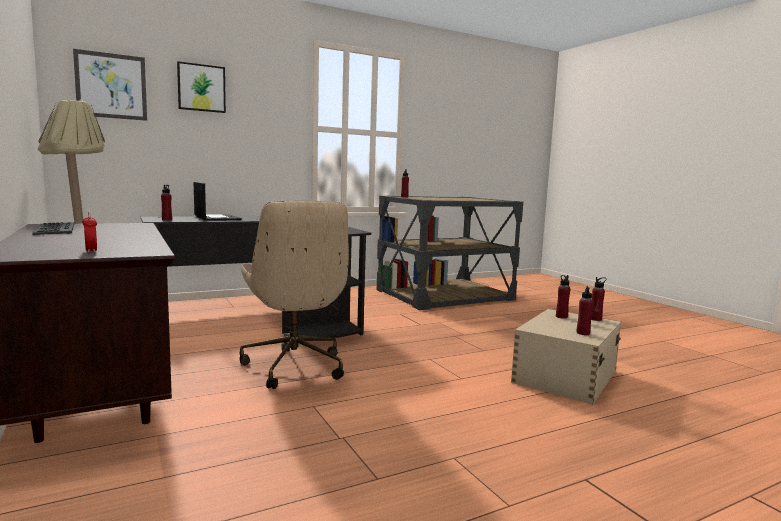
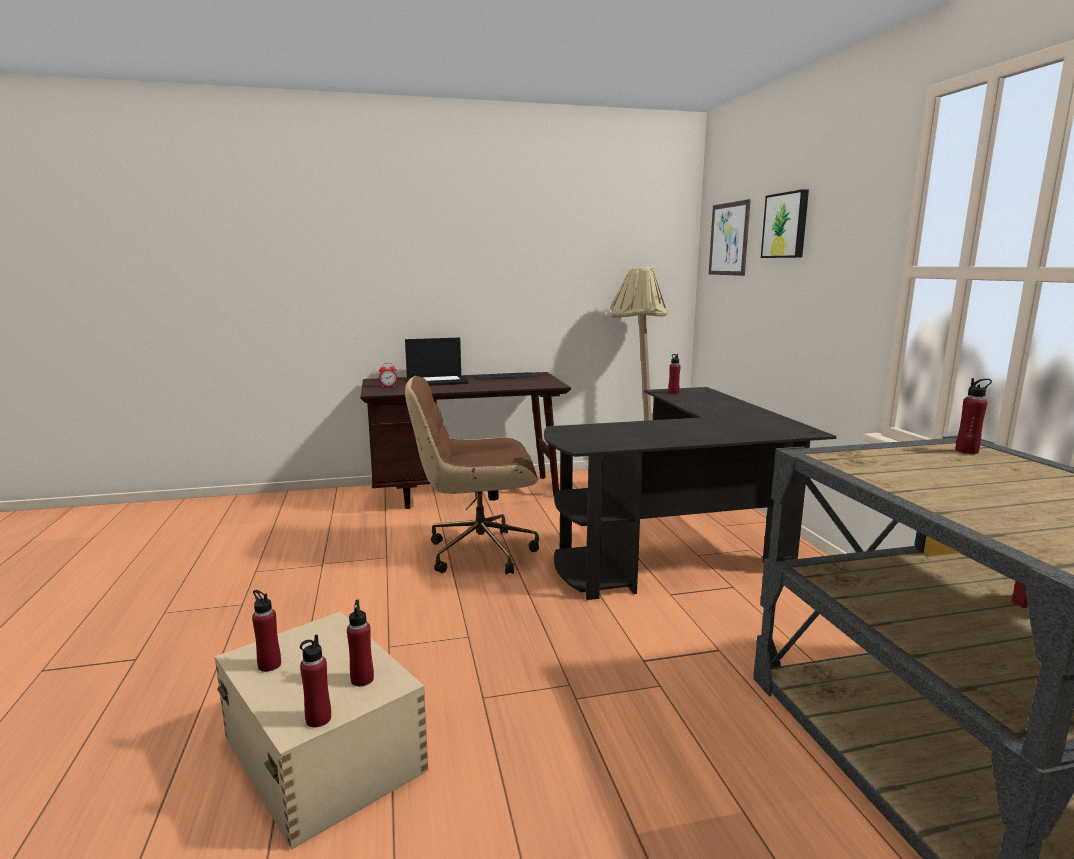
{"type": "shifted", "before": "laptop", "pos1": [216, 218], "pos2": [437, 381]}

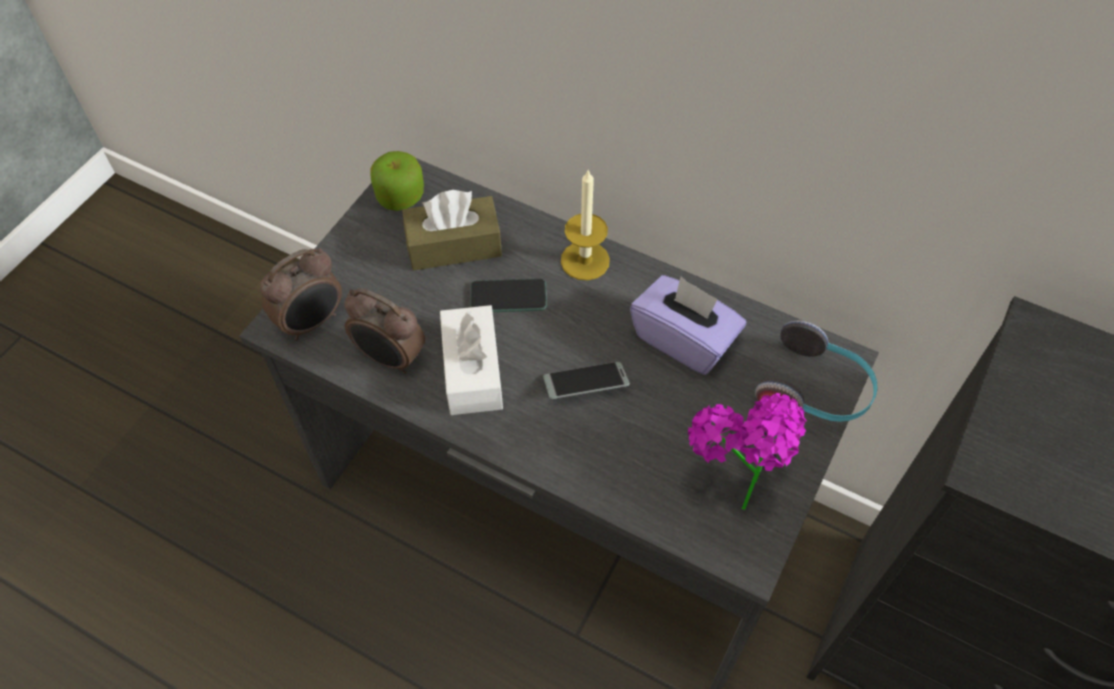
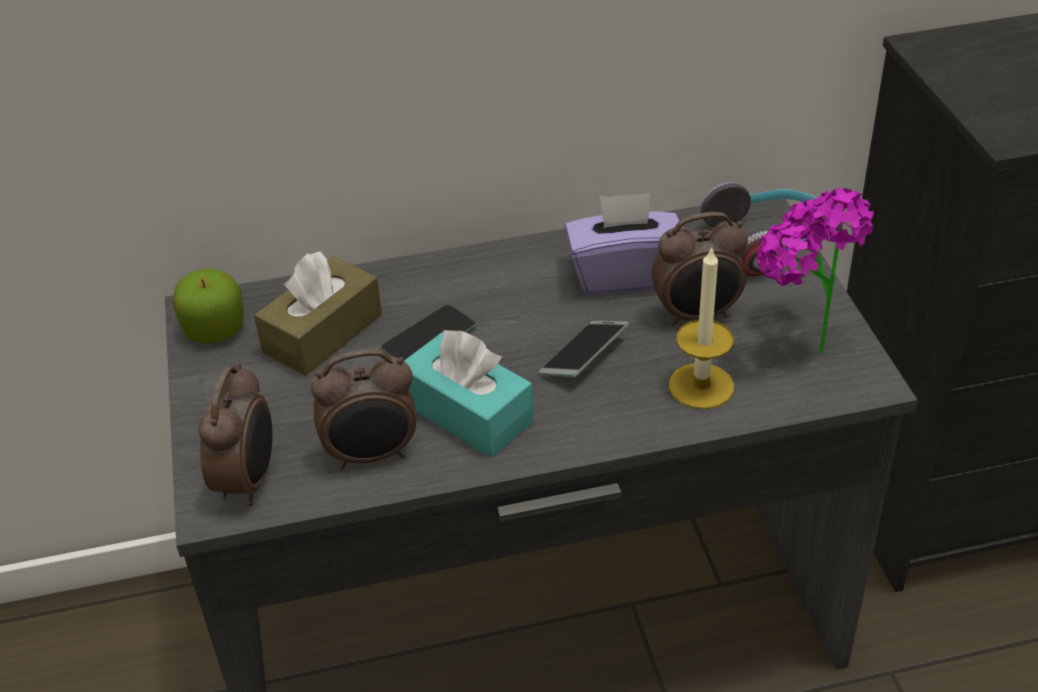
{"type": "repainted", "before": "pudełko chusteczek [biały]", "after": "pudełko chusteczek [turkusowy]", "pos1": [472, 371], "pos2": [467, 412]}
{"type": "shifted", "before": "świeca", "pos1": [585, 260], "pos2": [701, 386]}
{"type": "new", "after": "budzik", "pos2": [697, 316]}

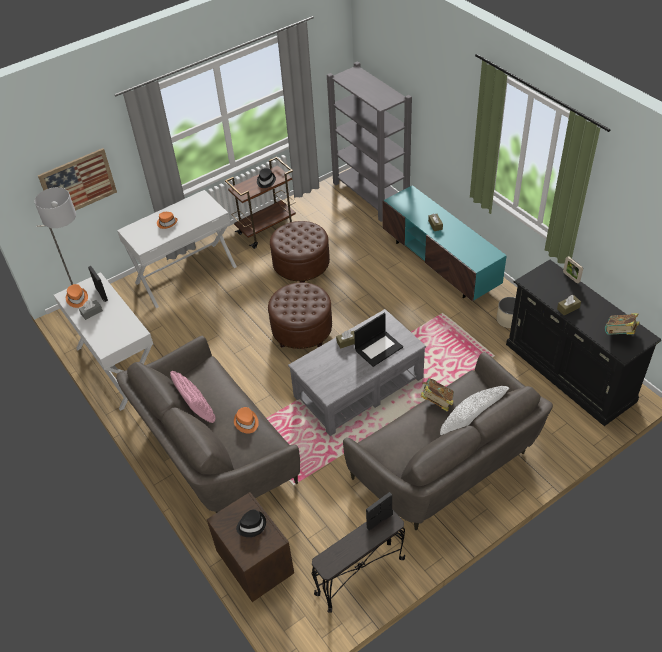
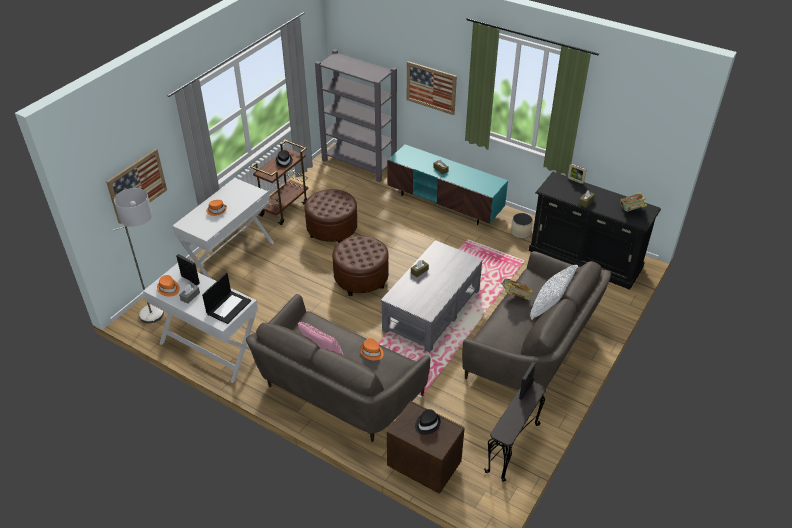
{"type": "shifted", "before": "laptop", "pos1": [379, 348], "pos2": [228, 307]}
{"type": "new", "after": "obraz", "pos2": [431, 87]}

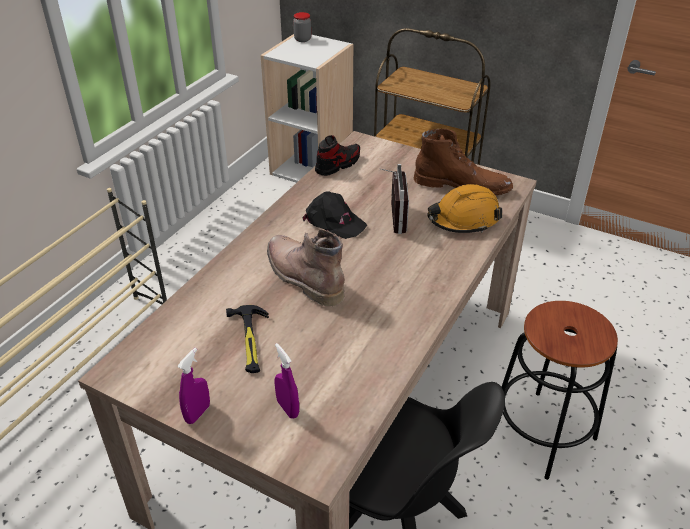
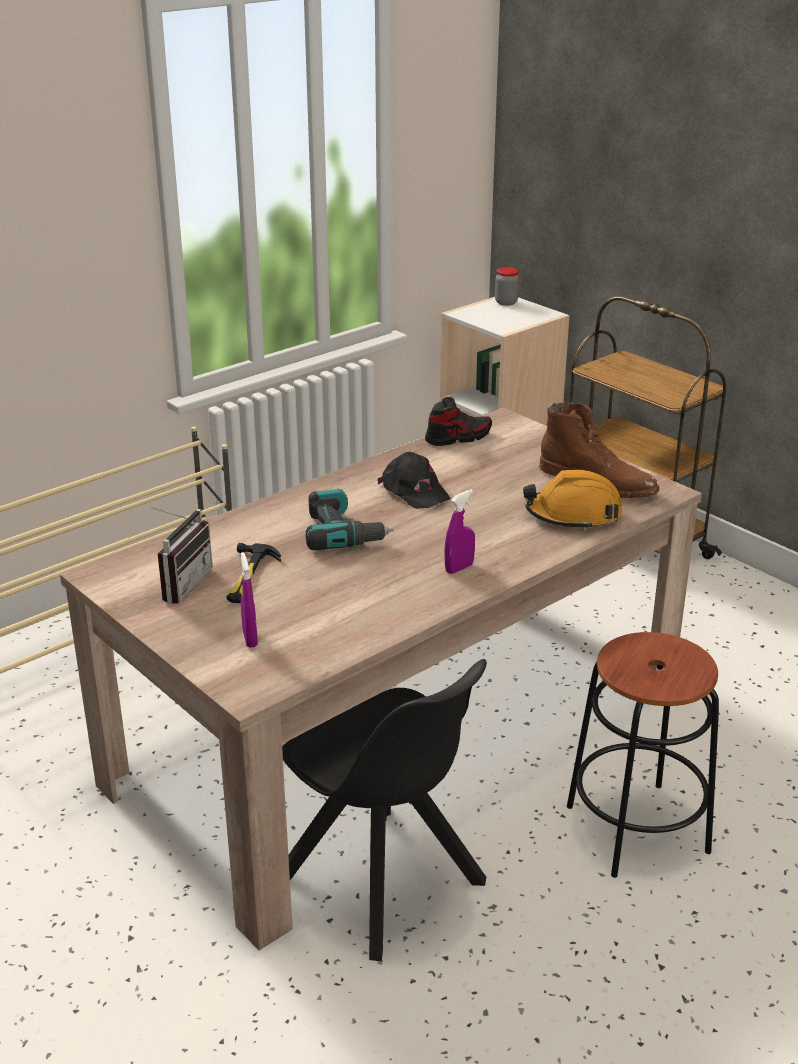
{"type": "shifted", "before": "spryskiwacz [fioletowy]", "pos1": [197, 413], "pos2": [459, 568]}
{"type": "swapped", "before": "but z cholewką [brązowy]", "after": "wiertarka", "pos1": [302, 276], "pos2": [342, 533]}
{"type": "shifted", "before": "radio", "pos1": [391, 218], "pos2": [180, 583]}

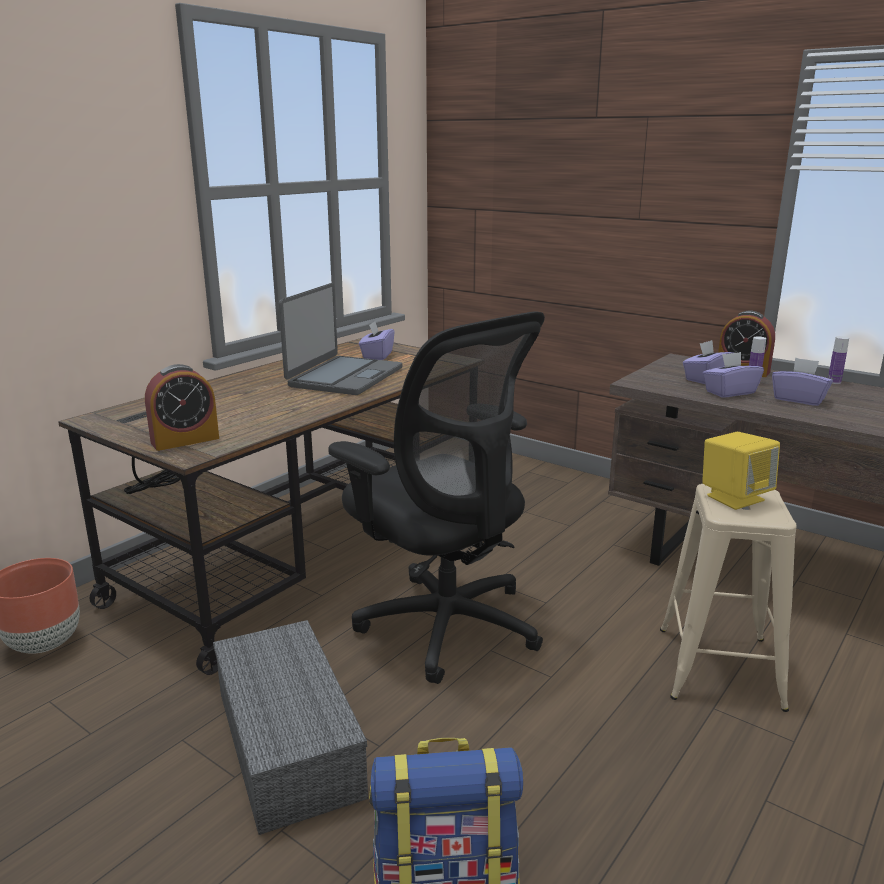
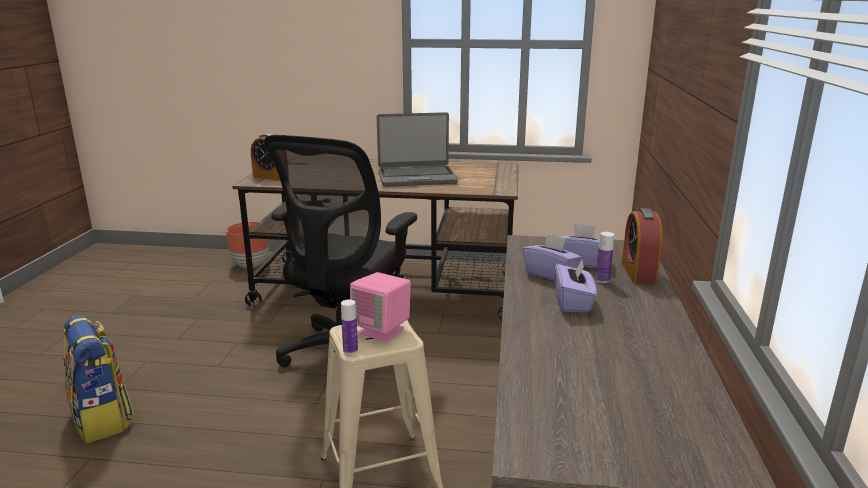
{"type": "gone", "before": "pojemnik do przechowywania [szary]", "pos1": [291, 744]}
{"type": "gone", "before": "pudełko chusteczek [fioletowy]", "pos1": [377, 355]}
{"type": "repainted", "before": "głośnik [żółty]", "after": "głośnik [różowy]", "pos1": [735, 498], "pos2": [382, 330]}
{"type": "shifted", "before": "butelka", "pos1": [834, 382], "pos2": [350, 350]}

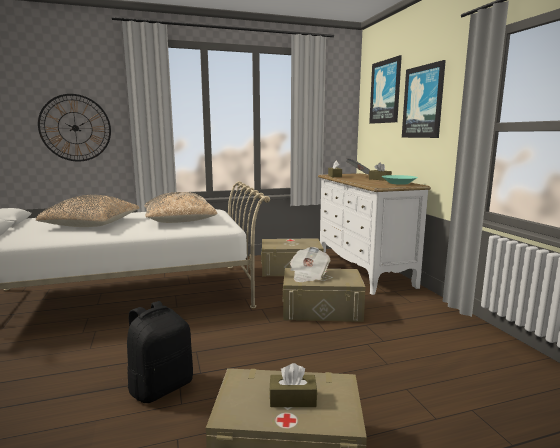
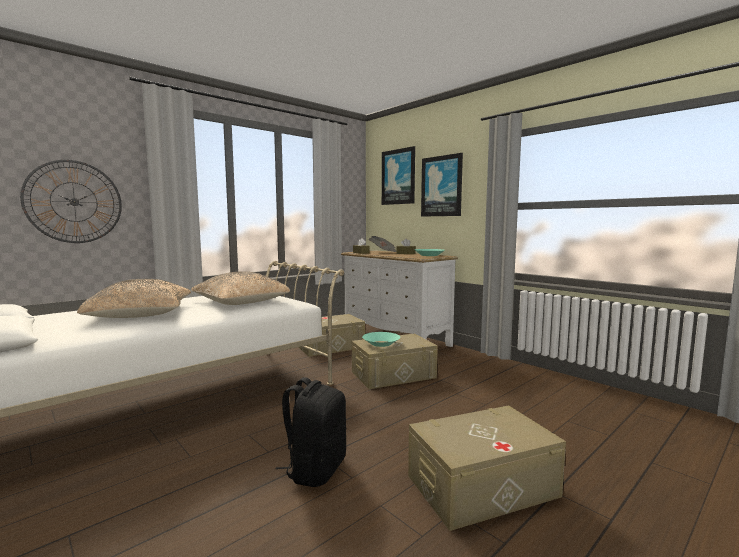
{"type": "gone", "before": "pudełko chusteczek [brązowy]", "pos1": [292, 399]}
{"type": "swapped", "before": "gazeta", "after": "miska [turkusowy]", "pos1": [308, 275], "pos2": [381, 343]}

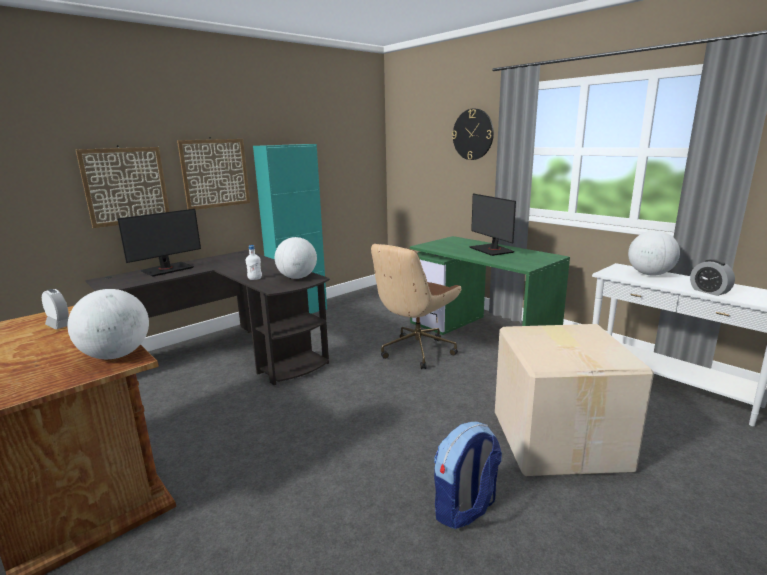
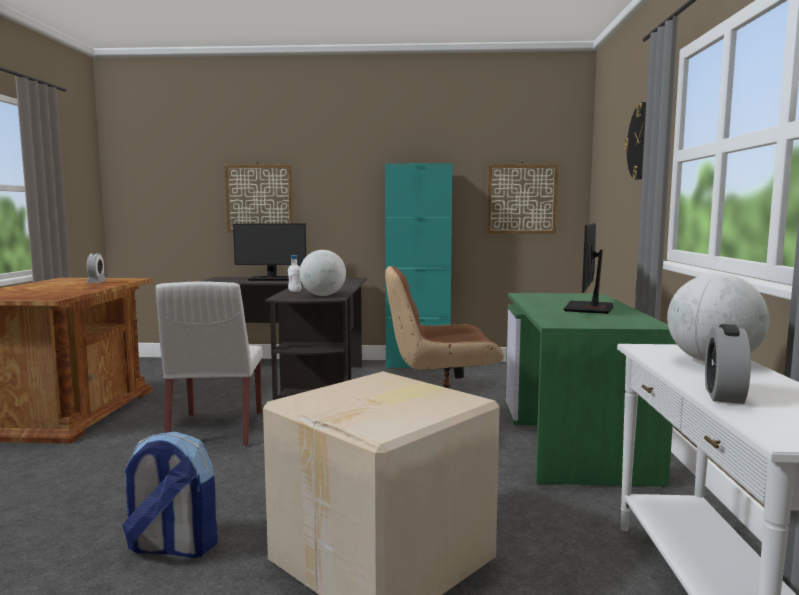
{"type": "gone", "before": "globus", "pos1": [116, 355]}
{"type": "shifted", "before": "obraz", "pos1": [215, 172], "pos2": [522, 198]}
{"type": "new", "after": "krzesło [biały]", "pos2": [216, 430]}

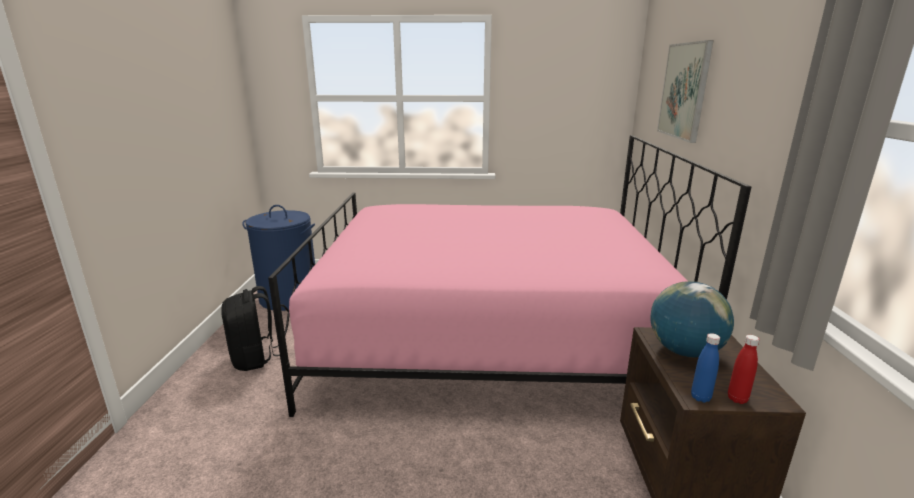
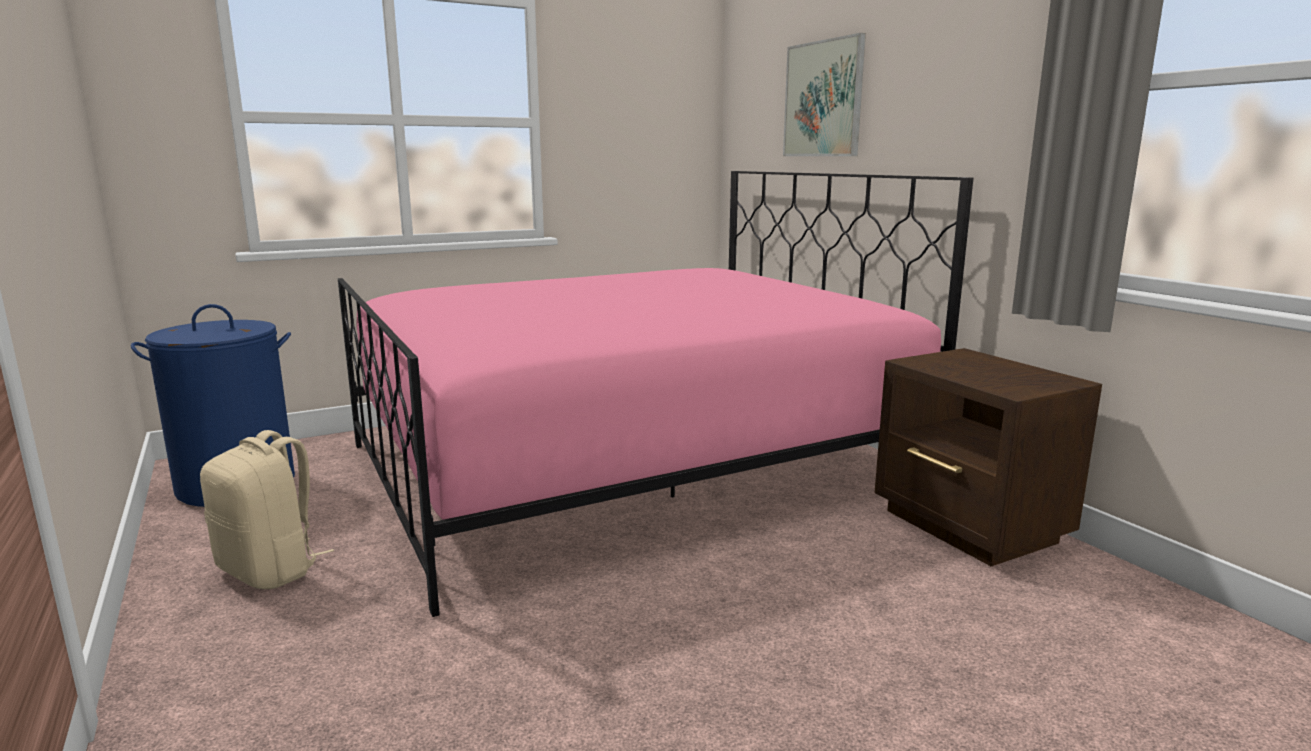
{"type": "repainted", "before": "plecak [czarny]", "after": "plecak [beżowy]", "pos1": [255, 358], "pos2": [271, 570]}
{"type": "gone", "before": "globus", "pos1": [684, 351]}
{"type": "gone", "before": "butelka [niebieski]", "pos1": [700, 397]}
{"type": "gone", "before": "butelka [czerwony]", "pos1": [737, 399]}

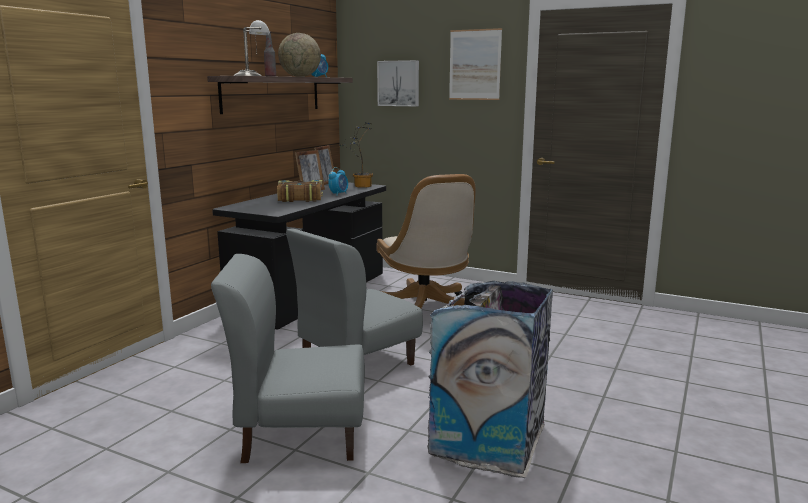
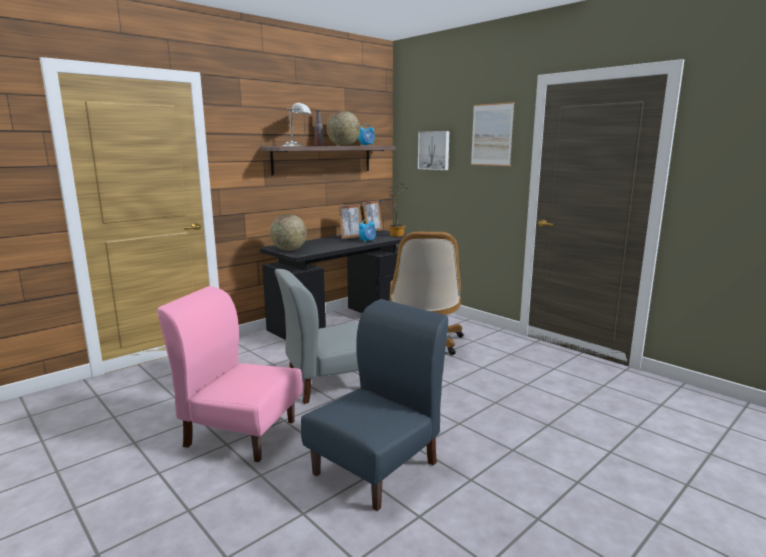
{"type": "repainted", "before": "krzesło [szary]", "after": "krzesło [różowy]", "pos1": [300, 434], "pos2": [240, 432]}
{"type": "gone", "before": "książka", "pos1": [299, 198]}
{"type": "swapped", "before": "kosz na śmieci", "after": "krzesło [niebieski]", "pos1": [489, 439], "pos2": [377, 468]}
{"type": "new", "after": "globus", "pos2": [289, 250]}

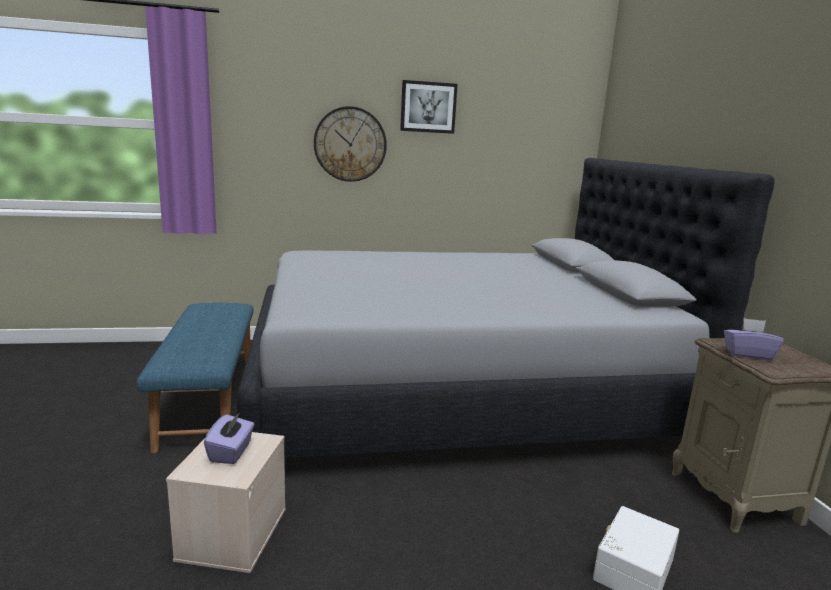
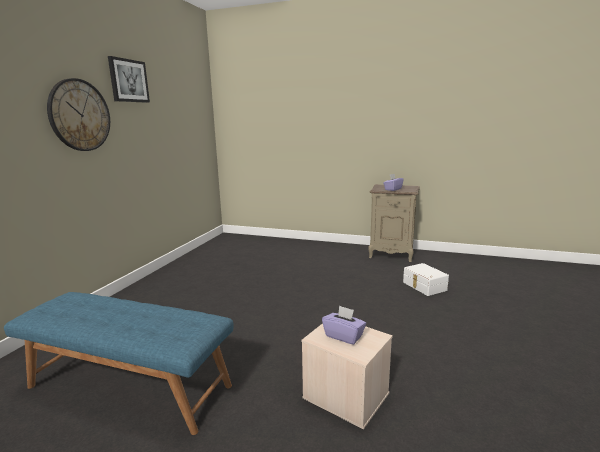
{"type": "gone", "before": "łóżko [szary]", "pos1": [457, 391]}

